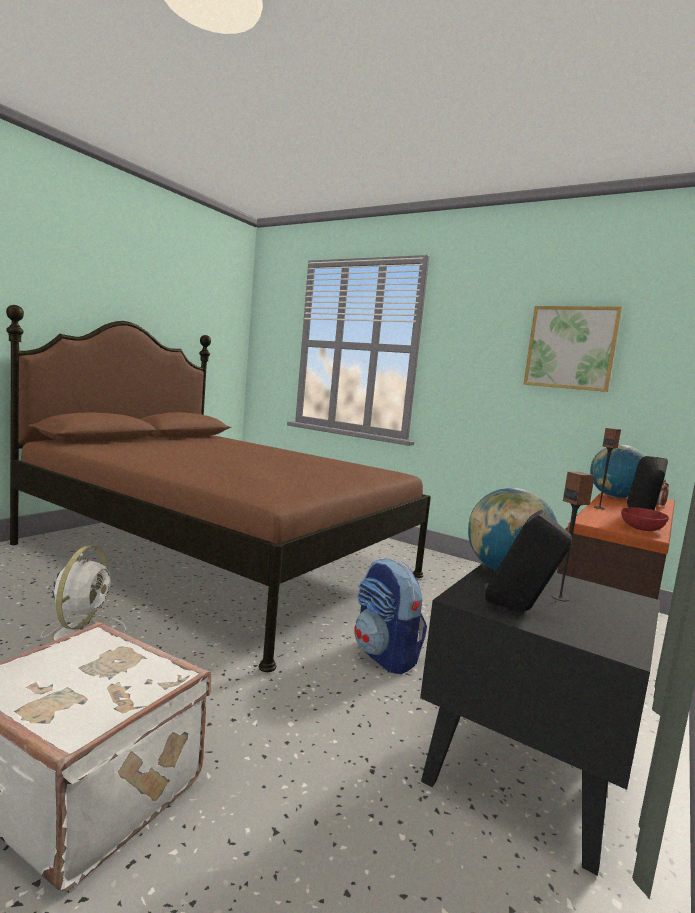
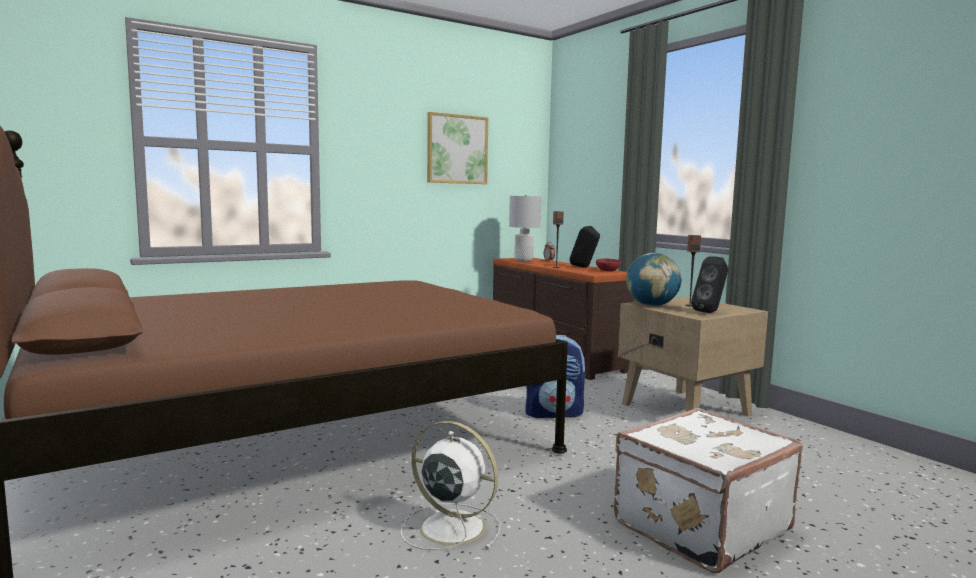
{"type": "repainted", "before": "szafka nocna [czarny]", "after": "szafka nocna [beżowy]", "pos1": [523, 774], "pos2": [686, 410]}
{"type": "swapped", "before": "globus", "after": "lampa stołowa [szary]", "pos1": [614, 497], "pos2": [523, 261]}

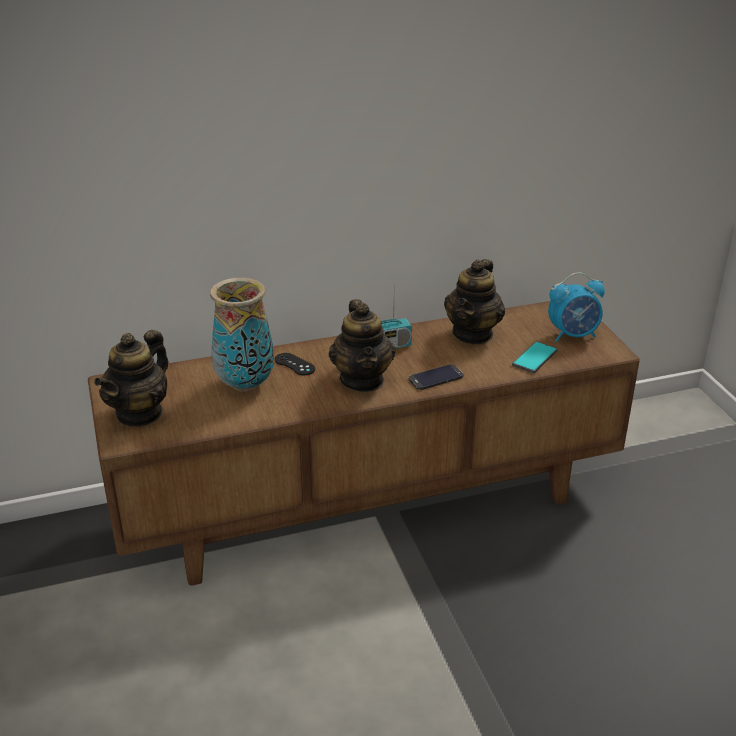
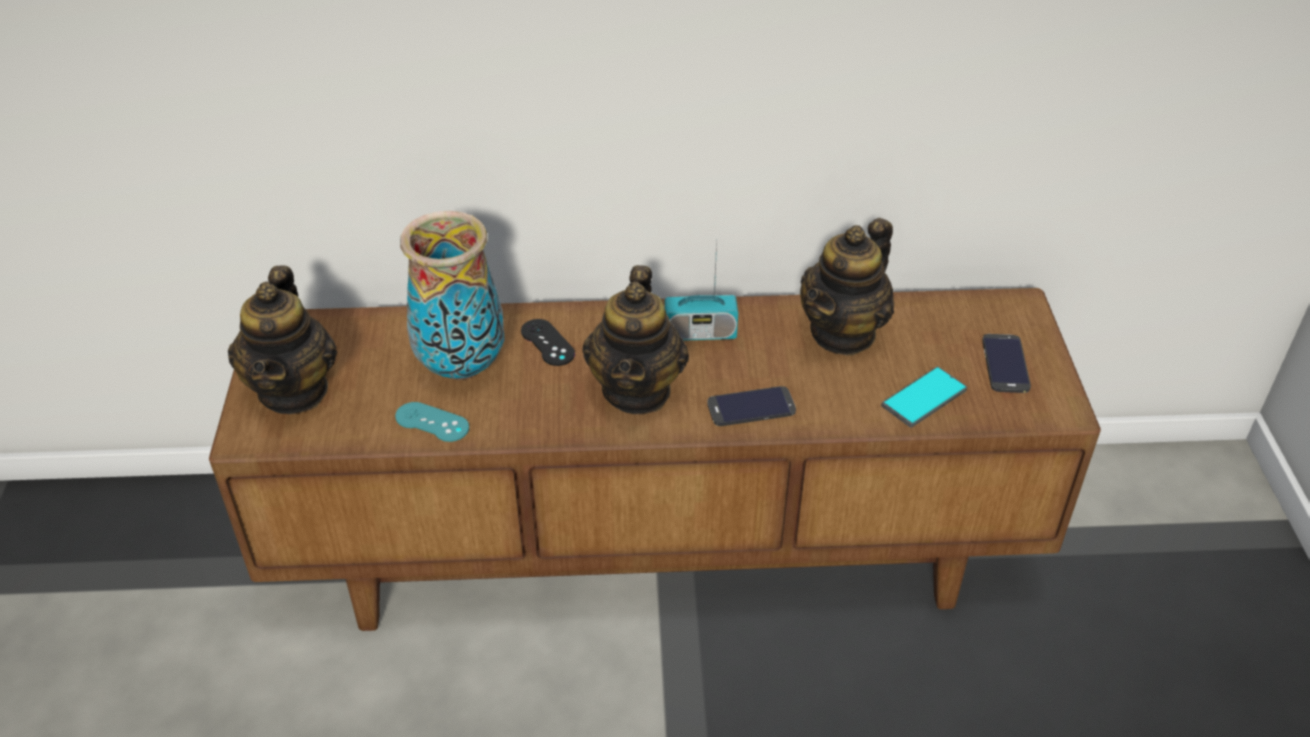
{"type": "rotated", "before": "imbryk", "pos1": [140, 413], "pos2": [294, 390], "turn": -45}
{"type": "swapped", "before": "budzik", "after": "telefon", "pos1": [573, 335], "pos2": [1005, 364]}
{"type": "new", "after": "pad do gier [turkusowy]", "pos2": [432, 422]}

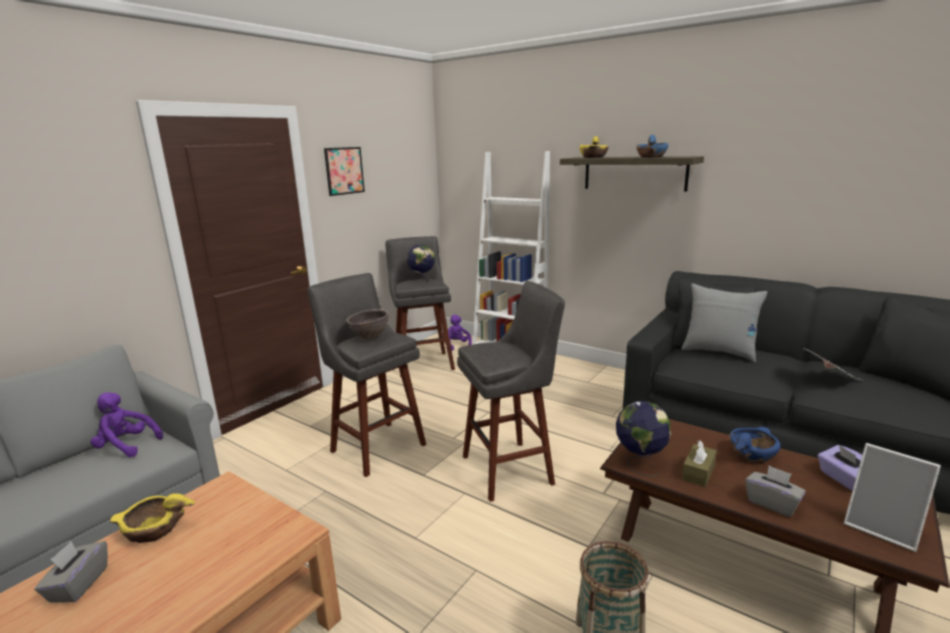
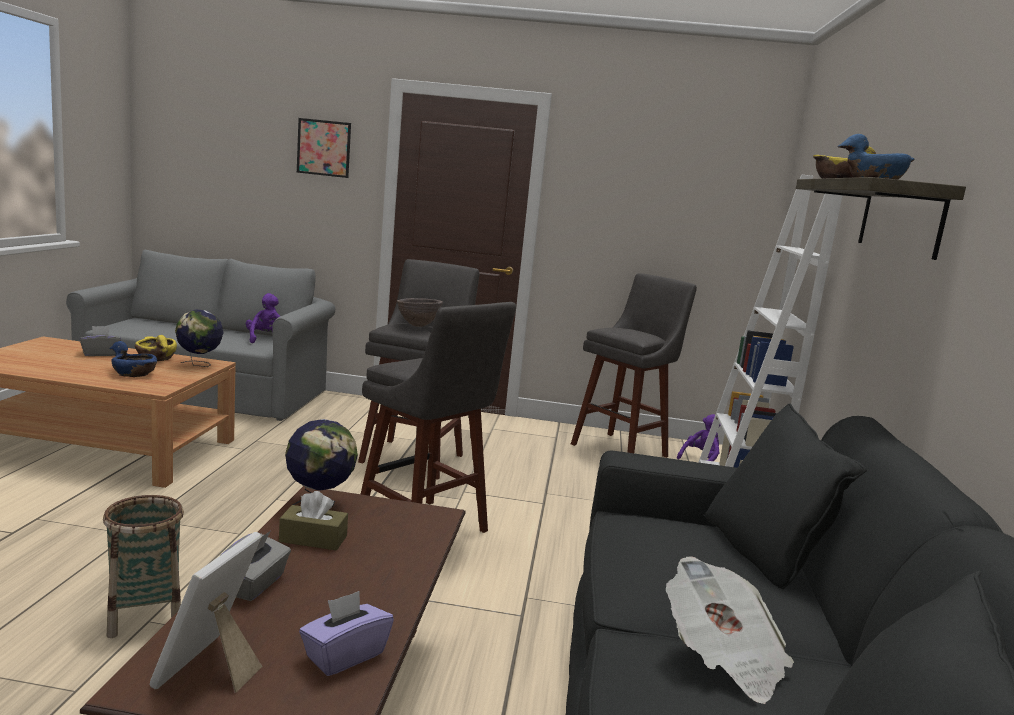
{"type": "shifted", "before": "obraz", "pos1": [344, 171], "pos2": [324, 148]}
{"type": "shifted", "before": "globus", "pos1": [422, 280], "pos2": [199, 365]}
{"type": "gone", "before": "poduszka [szary]", "pos1": [718, 352]}
{"type": "shifted", "before": "miska [niebieski]", "pos1": [751, 454], "pos2": [134, 373]}

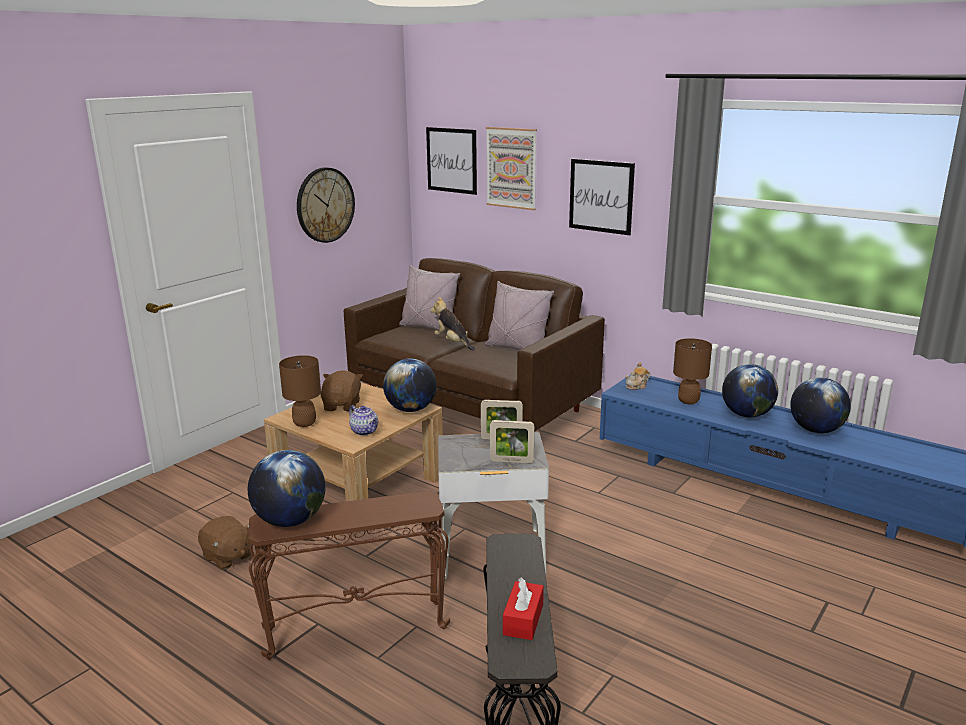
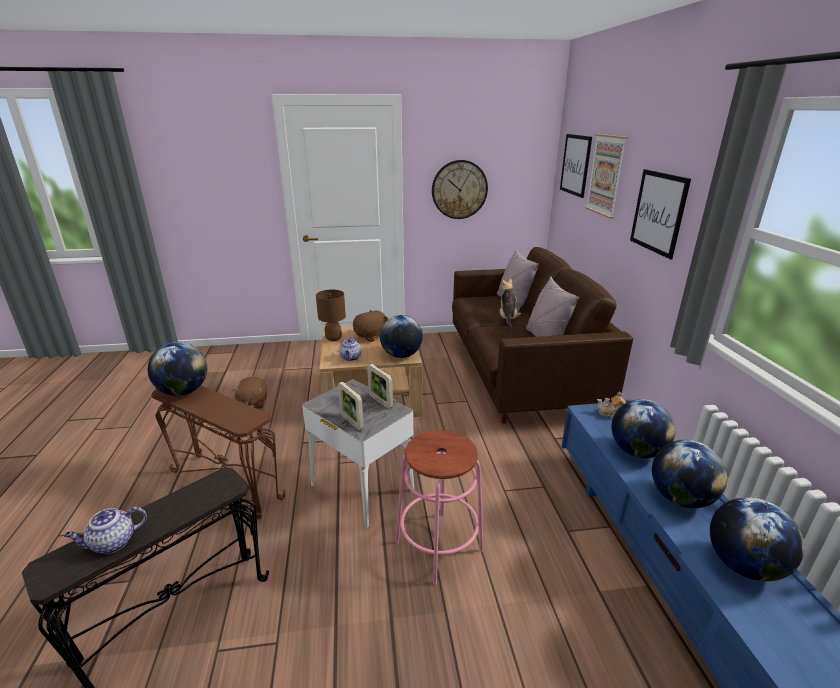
{"type": "swapped", "before": "pudełko chusteczek [czerwony]", "after": "imbryk", "pos1": [523, 619], "pos2": [112, 543]}
{"type": "swapped", "before": "lampa stołowa [brązowy]", "after": "globus", "pos1": [687, 401], "pos2": [636, 451]}
{"type": "new", "after": "stołek [różowy]", "pos2": [439, 546]}

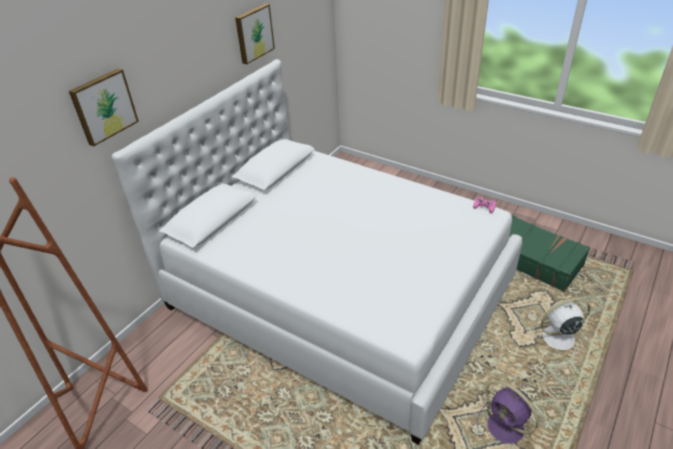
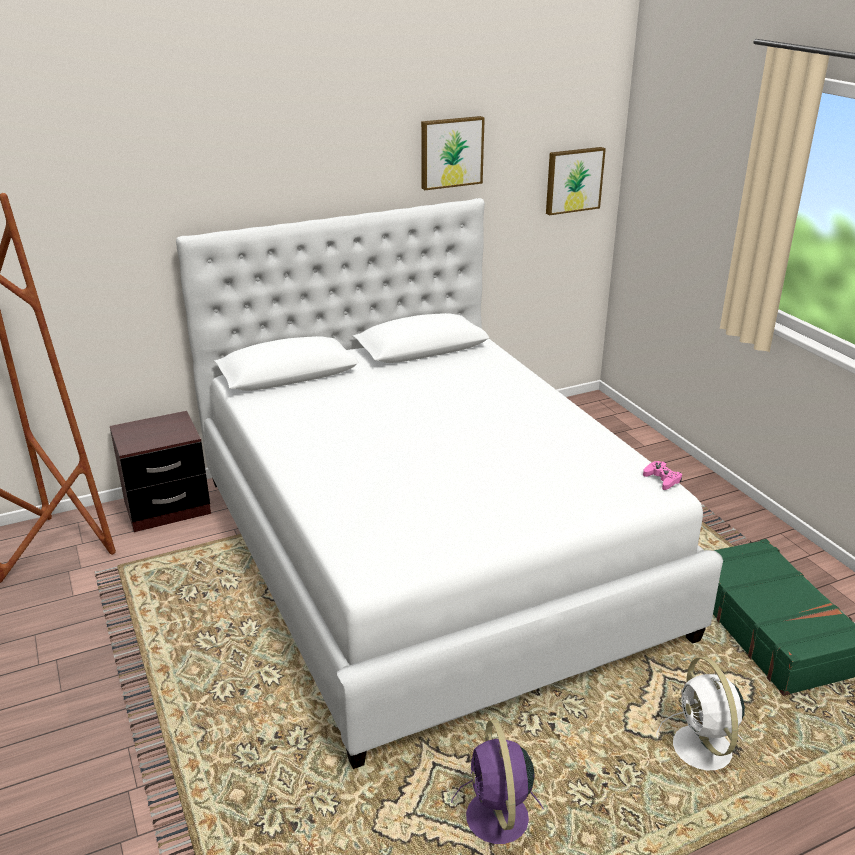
{"type": "shifted", "before": "obraz", "pos1": [103, 106], "pos2": [573, 180]}
{"type": "rotated", "before": "wentylator [biały]", "pos1": [556, 338], "pos2": [703, 750], "turn": -120}
{"type": "new", "after": "szafka nocna [brązowy]", "pos2": [167, 508]}

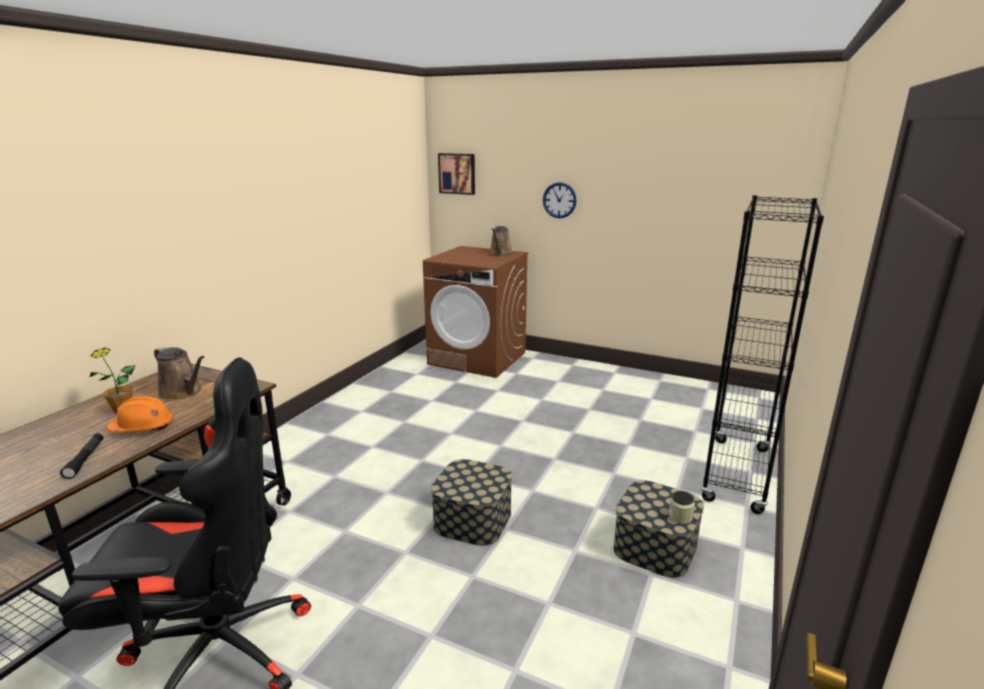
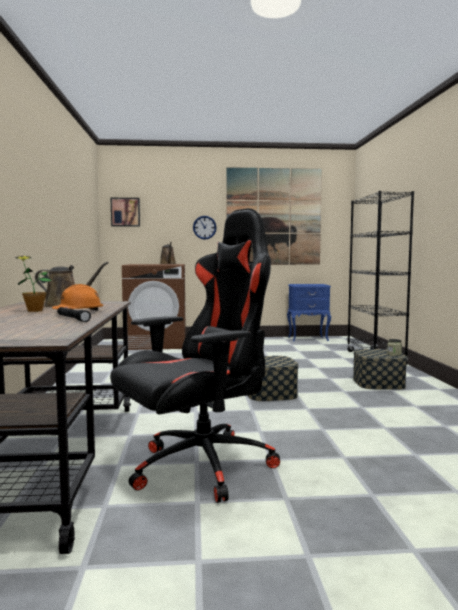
{"type": "new", "after": "obraz", "pos2": [273, 217]}
{"type": "new", "after": "szafka nocna [niebieski]", "pos2": [308, 339]}

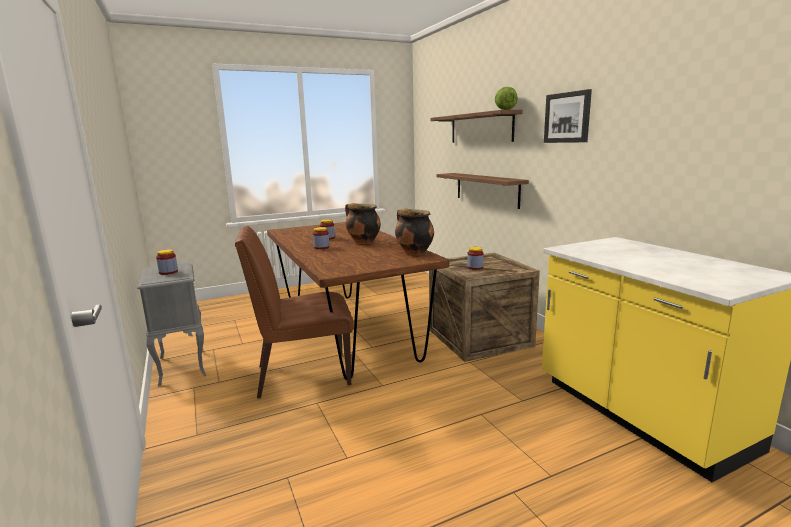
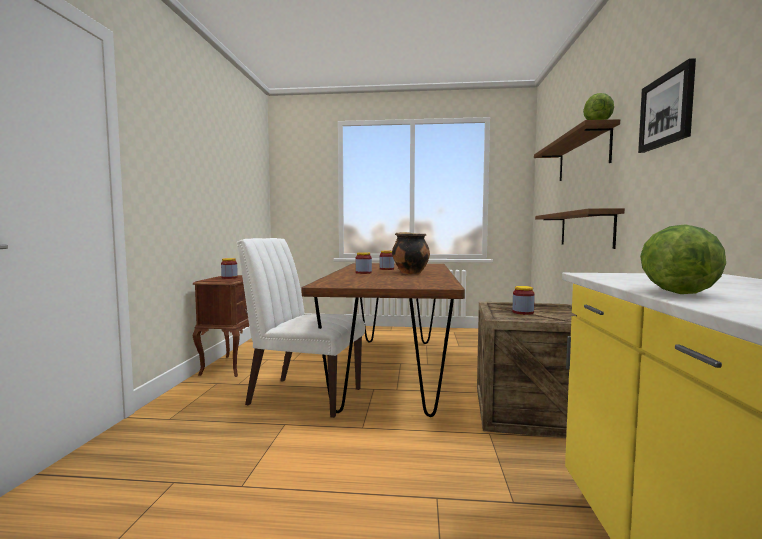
{"type": "repainted", "before": "szafka nocna [szary]", "after": "szafka nocna [brązowy]", "pos1": [182, 366], "pos2": [231, 366]}
{"type": "repainted", "before": "krzesło [brązowy]", "after": "krzesło [biały]", "pos1": [304, 374], "pos2": [306, 396]}
{"type": "gone", "before": "garnek", "pos1": [413, 252]}
{"type": "new", "after": "sałata", "pos2": [676, 292]}

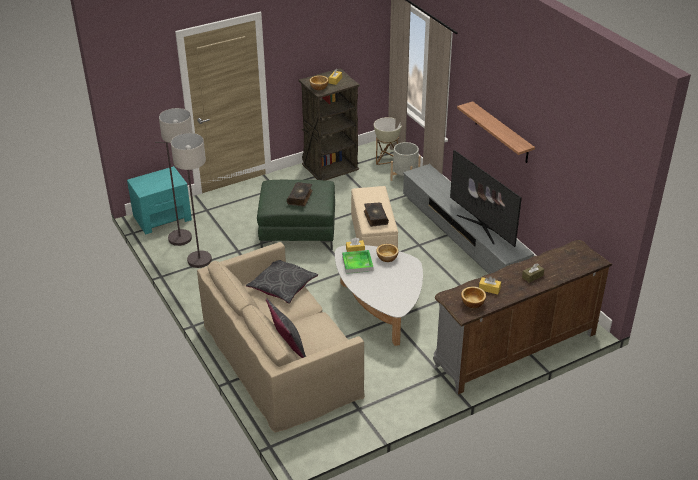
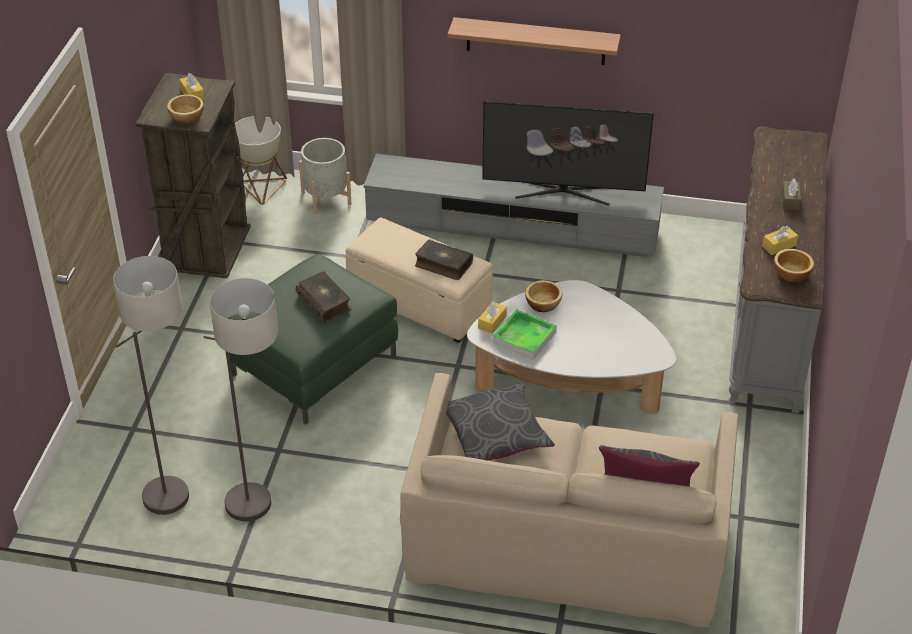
{"type": "gone", "before": "szafka nocna [turkusowy]", "pos1": [162, 217]}

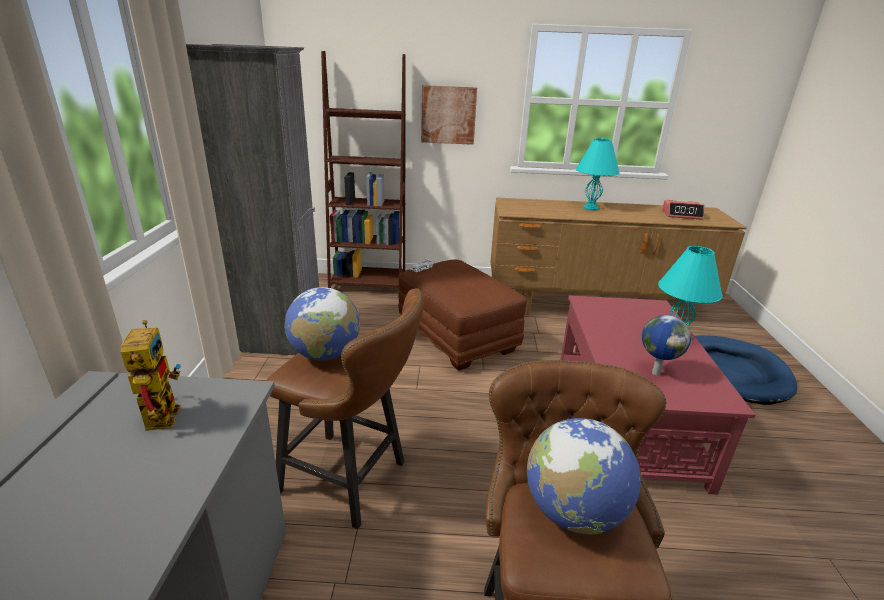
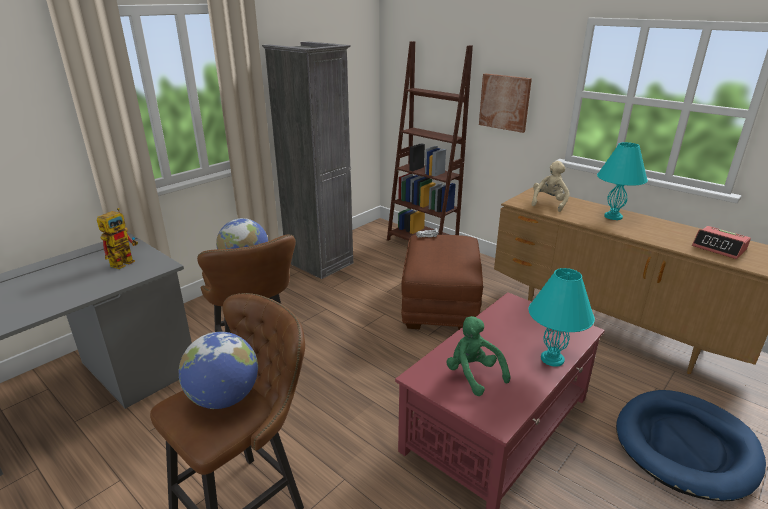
{"type": "swapped", "before": "globus", "after": "pluszak [zielony]", "pos1": [655, 372], "pos2": [473, 374]}
{"type": "new", "after": "pluszak [beżowy]", "pos2": [549, 203]}

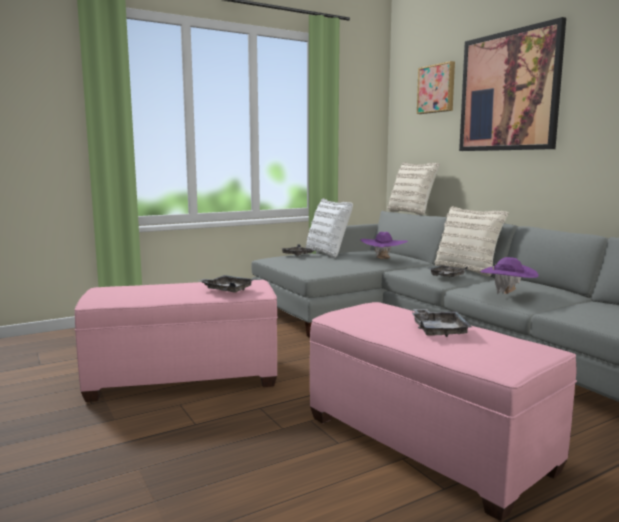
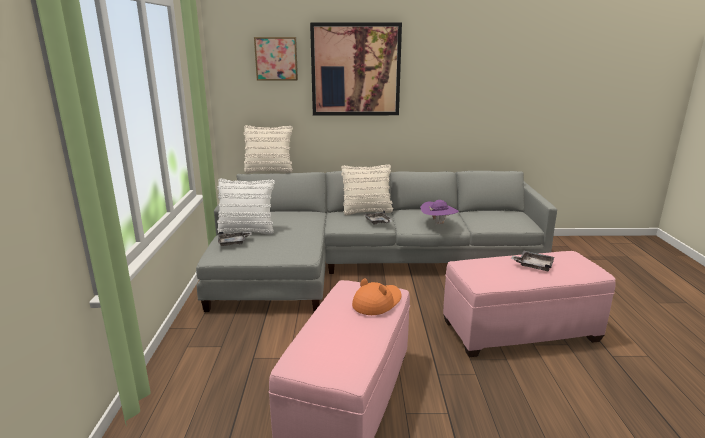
{"type": "swapped", "before": "taca [szary]", "after": "kapelusz [pomarańczowy]", "pos1": [227, 290], "pos2": [377, 302]}
{"type": "gone", "before": "kapelusz [fioletowy]", "pos1": [383, 259]}

